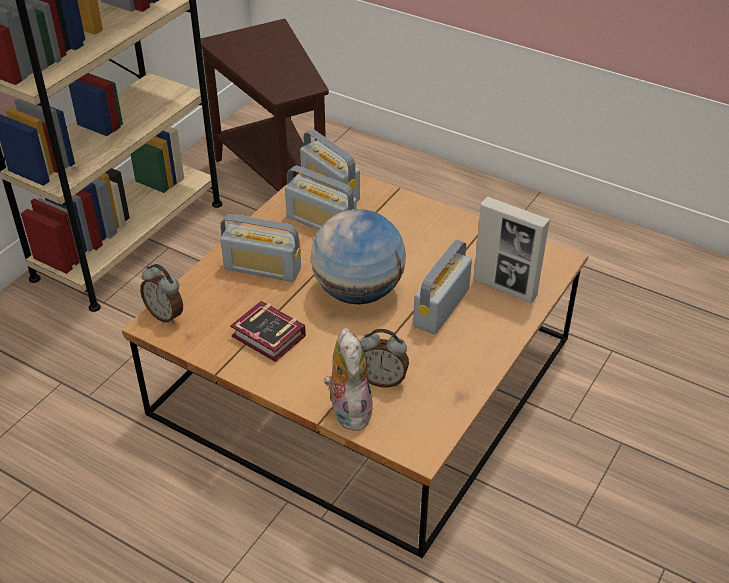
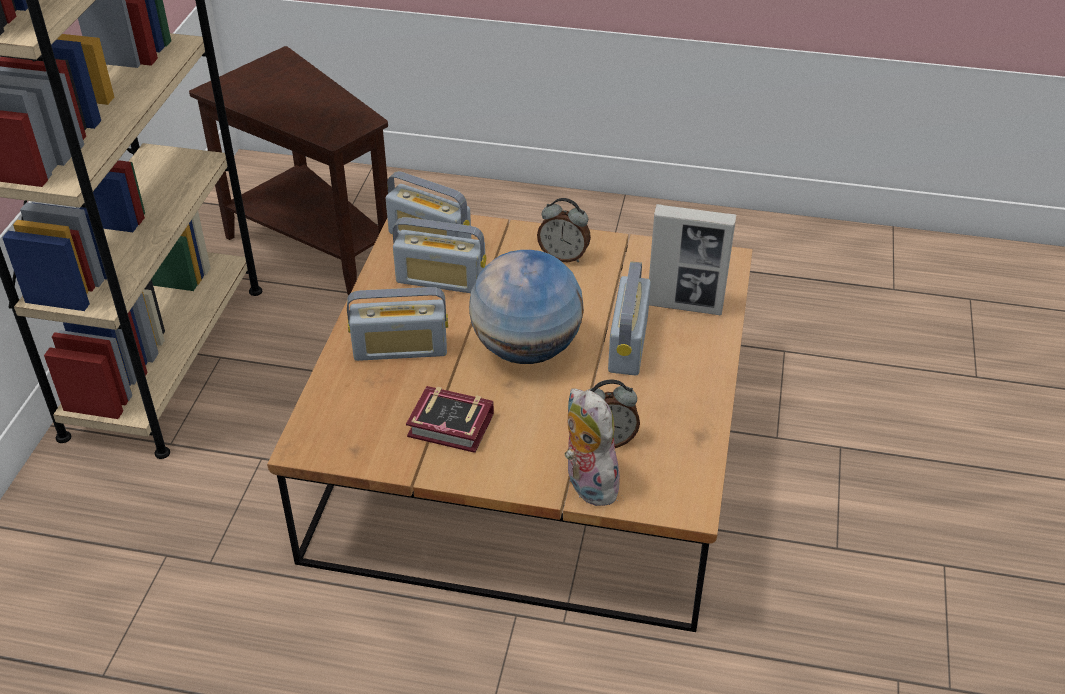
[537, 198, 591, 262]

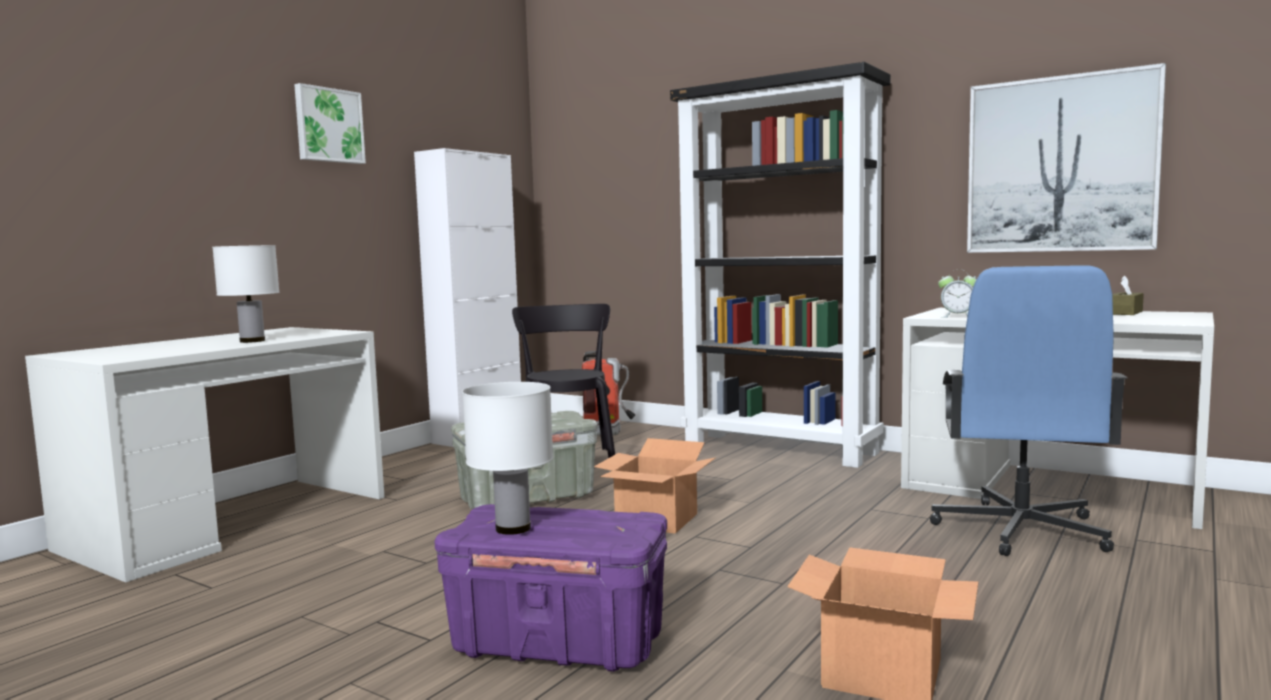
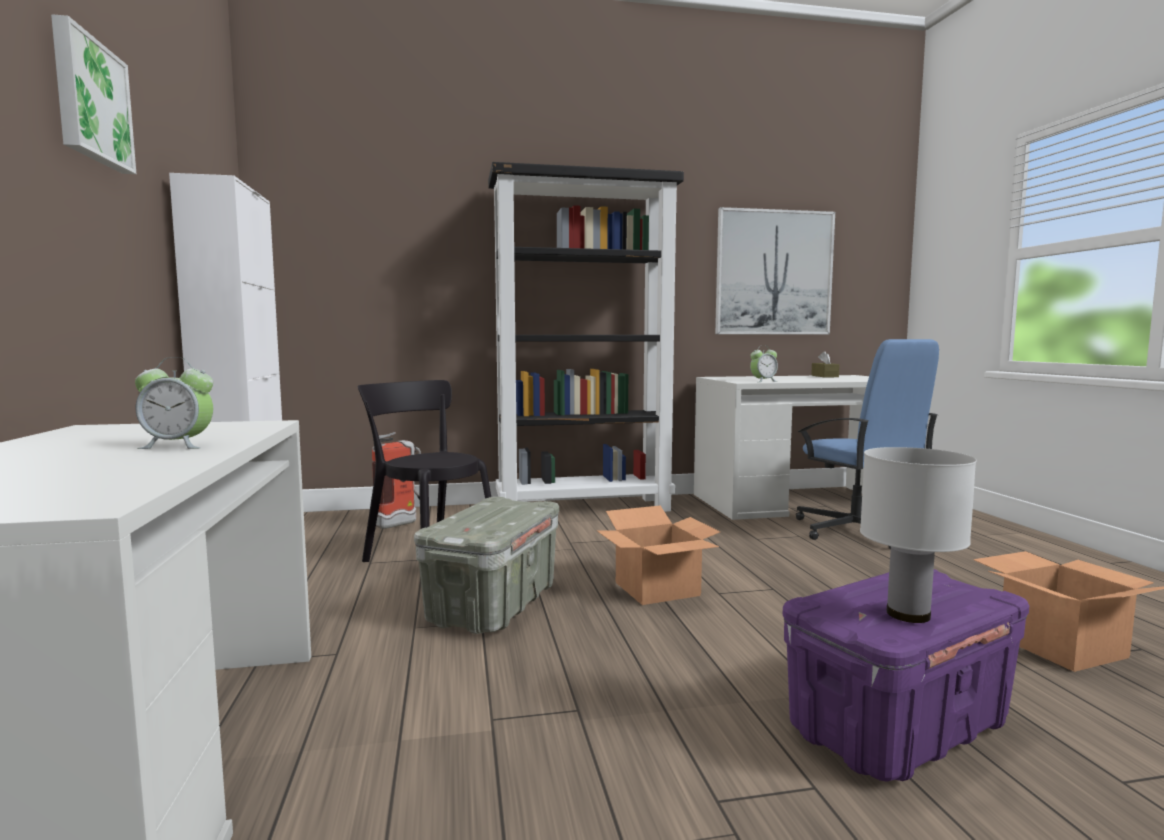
[135, 357, 213, 449]

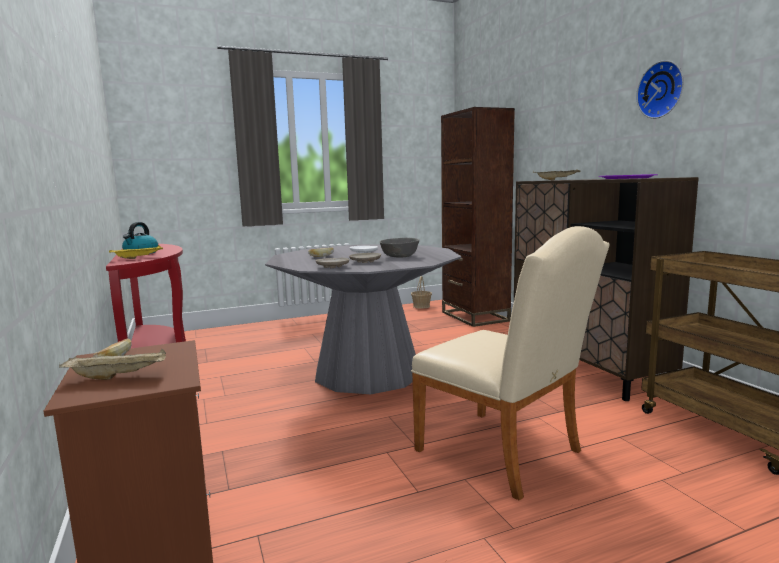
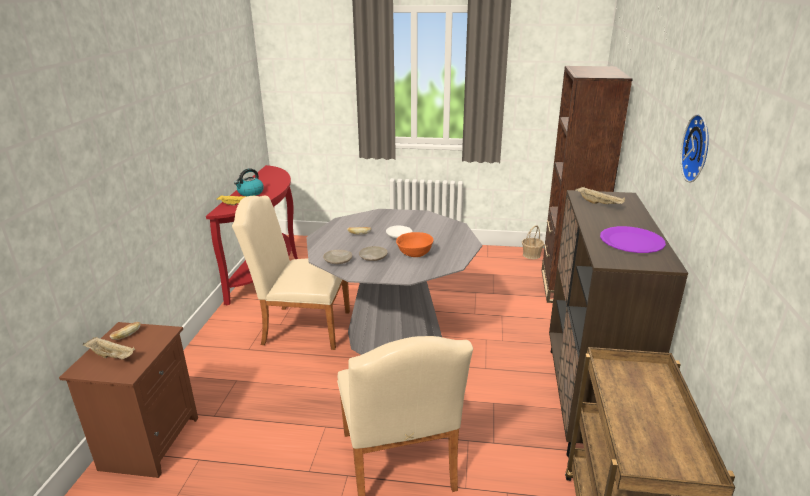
[232, 196, 350, 350]
[396, 232, 433, 257]

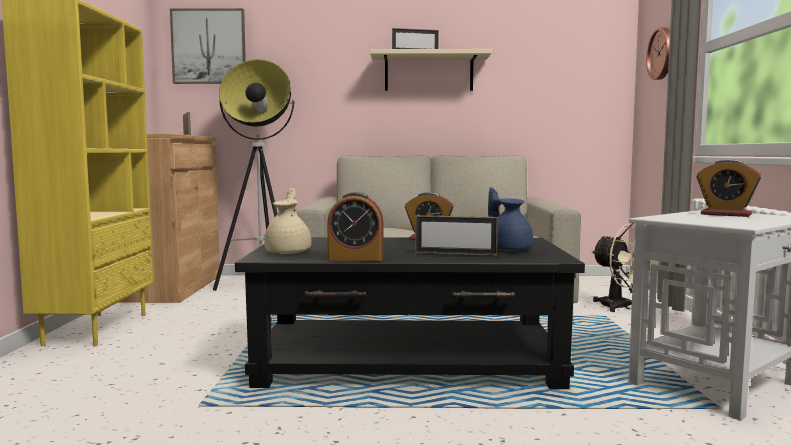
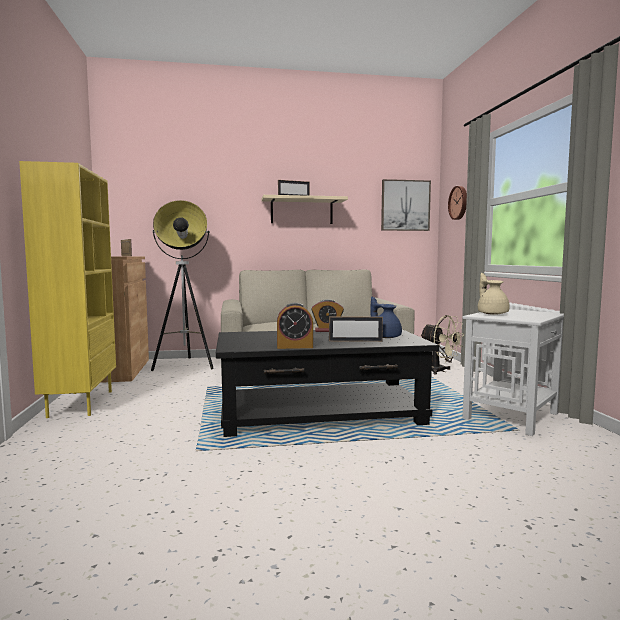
[696, 159, 762, 217] (first image)
[381, 179, 431, 231]
[478, 273, 510, 315]

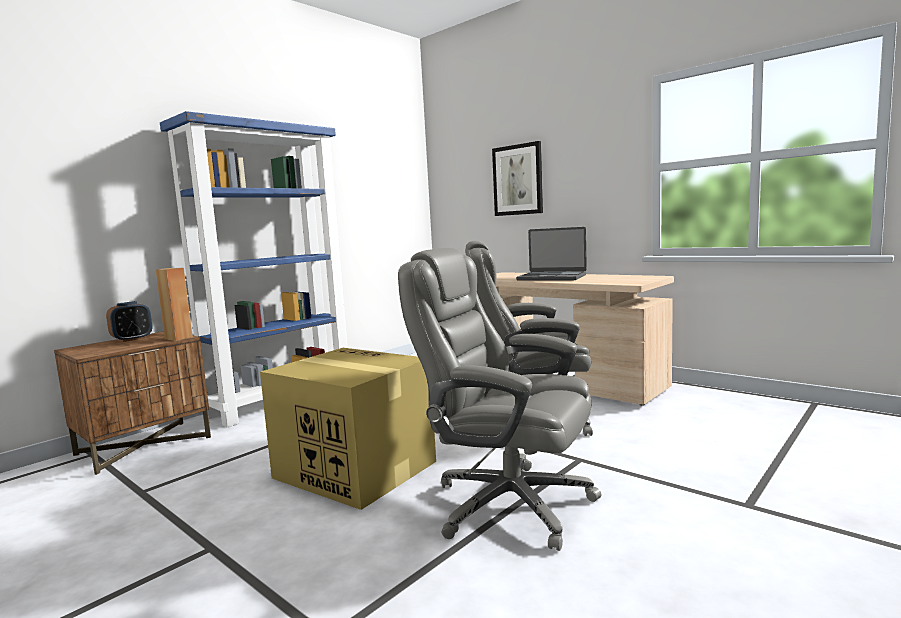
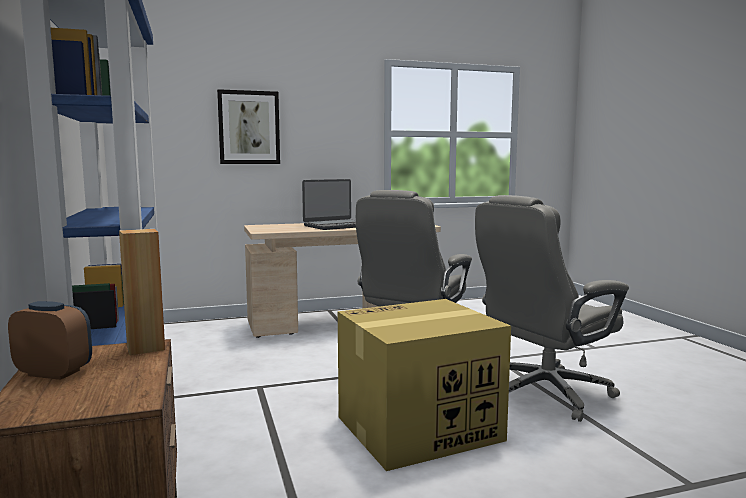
[8, 301, 92, 380]

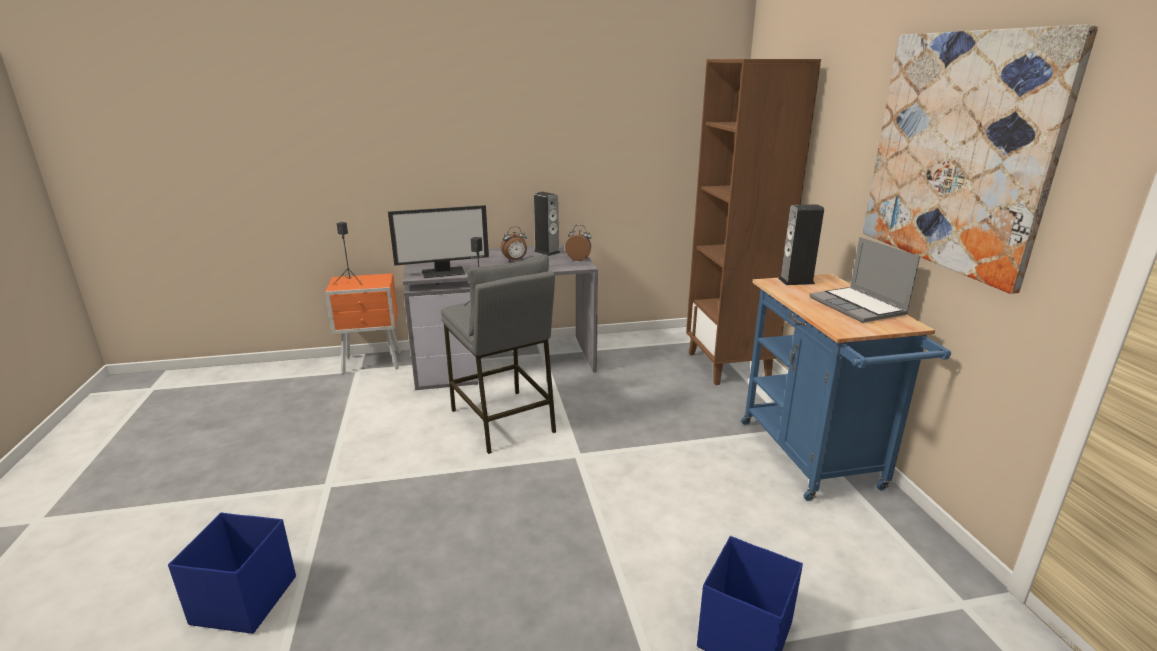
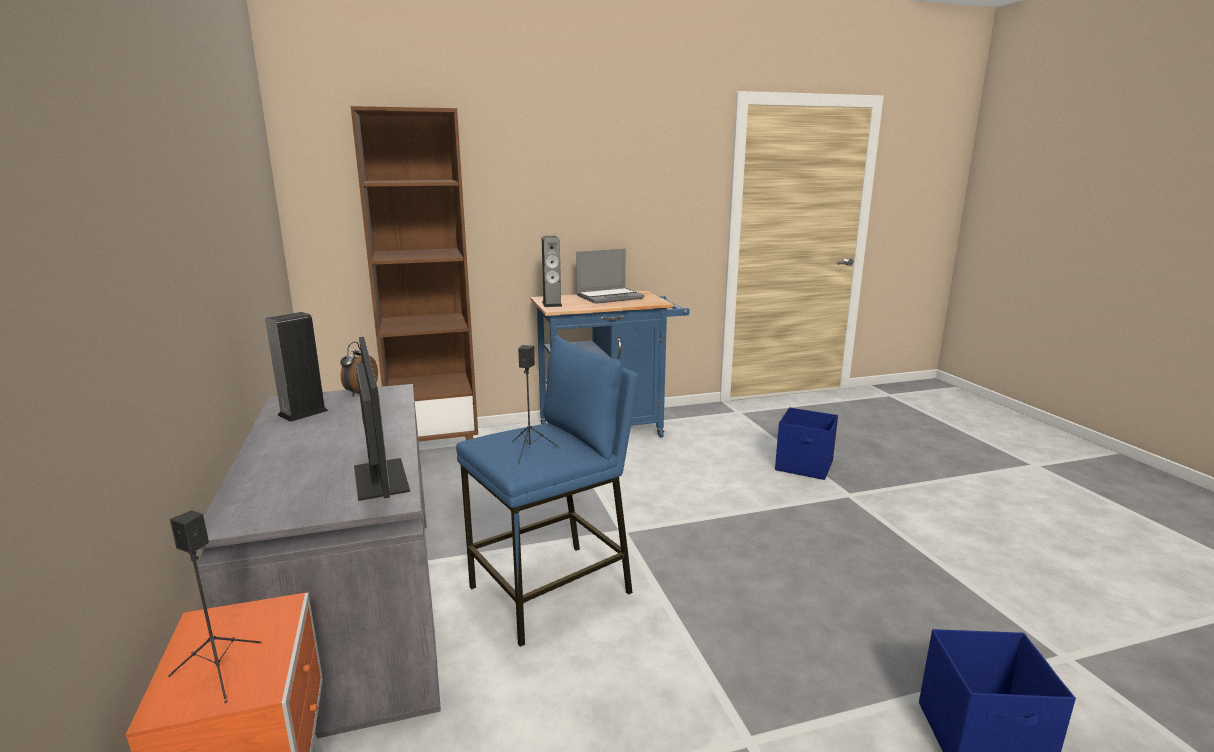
[501, 226, 527, 261] (first image)
[863, 24, 1098, 294] (first image)
[456, 335, 639, 647]

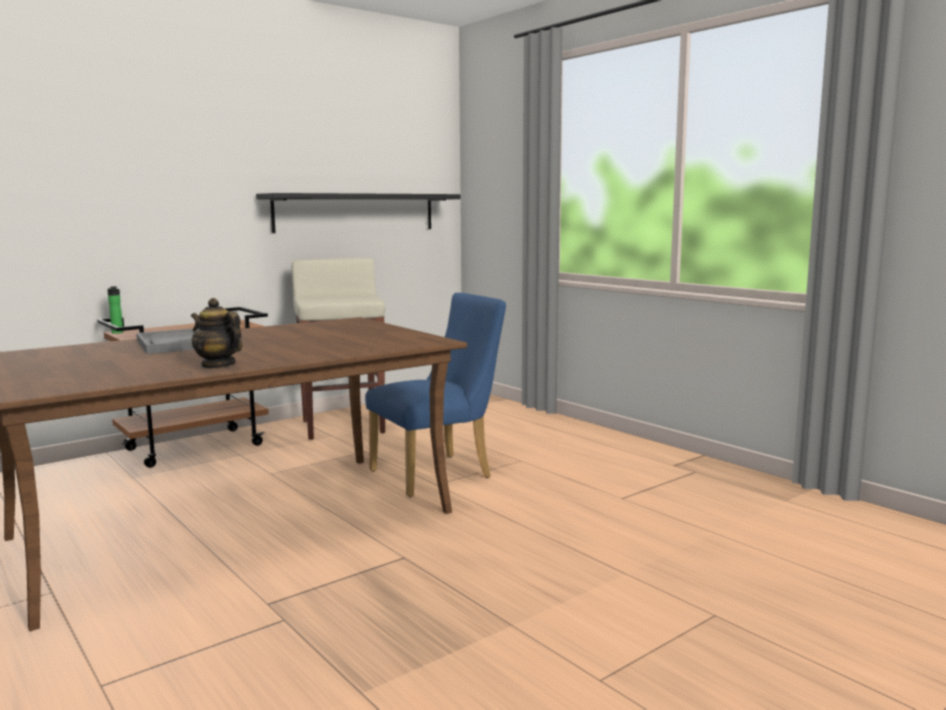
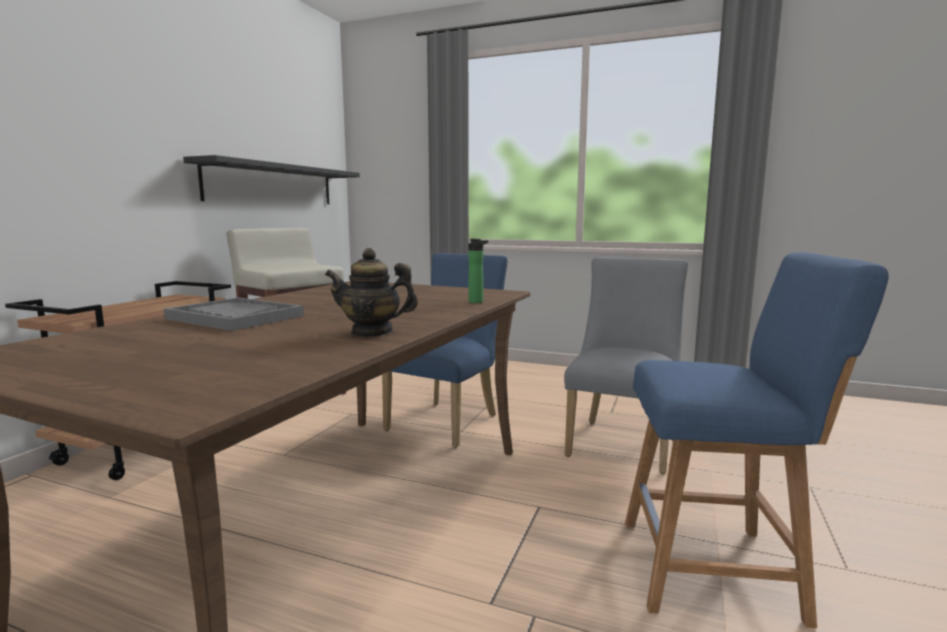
[564, 257, 688, 474]
[625, 252, 889, 628]
[468, 239, 489, 303]

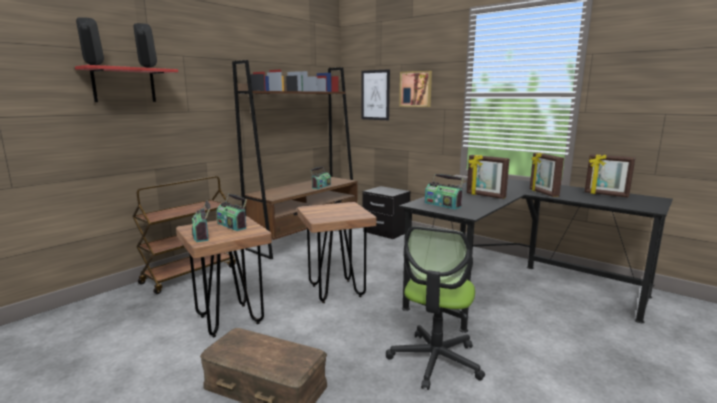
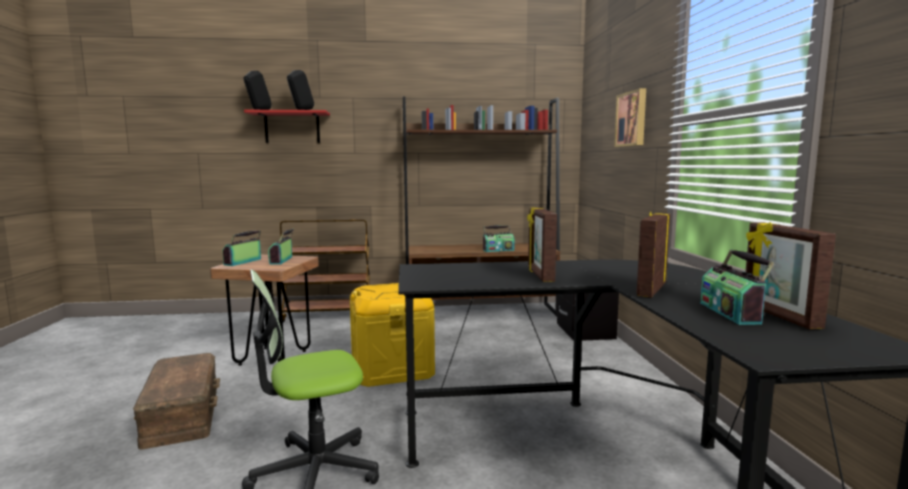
[361, 69, 390, 120] (first image)
[700, 249, 774, 325]
[350, 283, 435, 387]

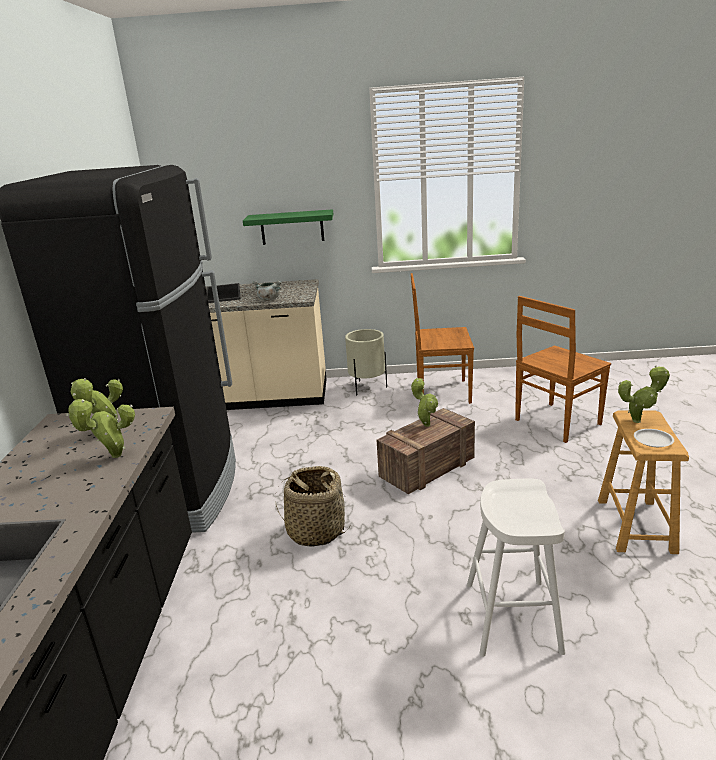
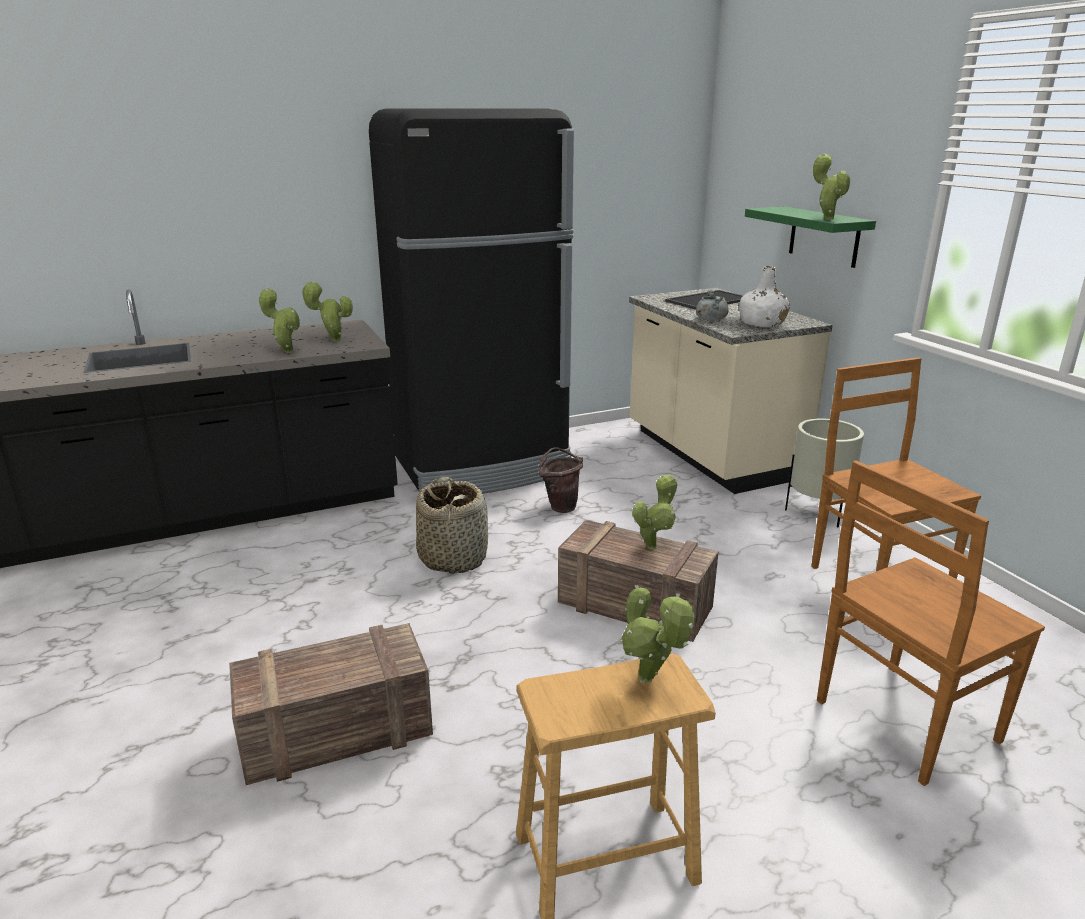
[634, 429, 674, 447] (first image)
[539, 447, 583, 513]
[739, 266, 790, 327]
[813, 153, 850, 220]
[229, 623, 433, 785]
[817, 461, 1045, 786]

